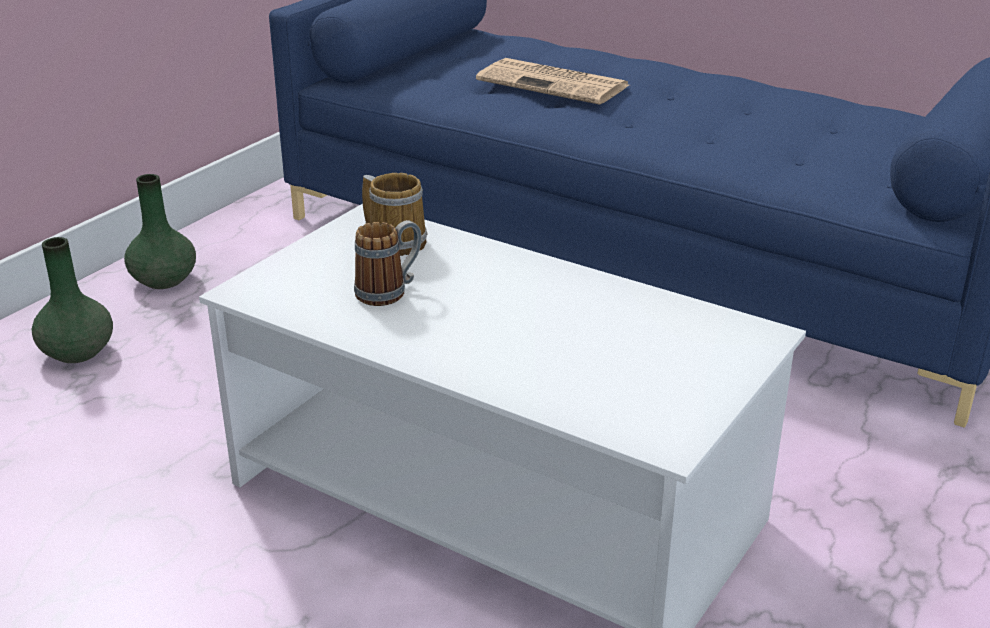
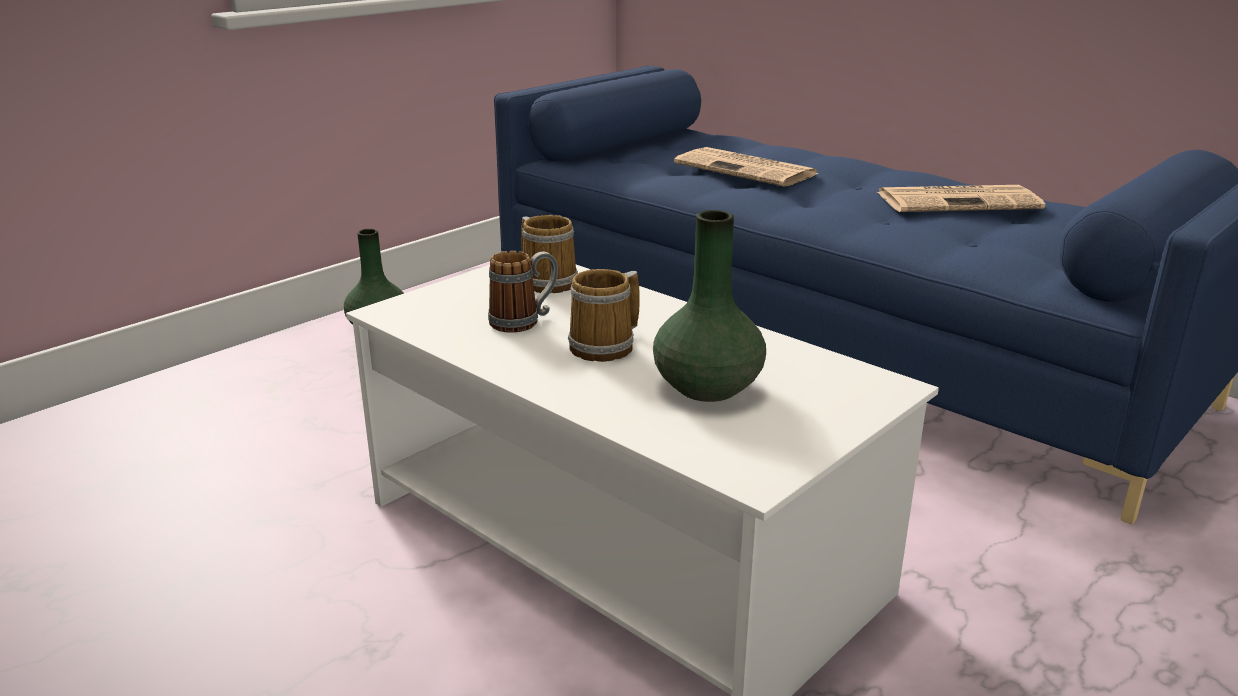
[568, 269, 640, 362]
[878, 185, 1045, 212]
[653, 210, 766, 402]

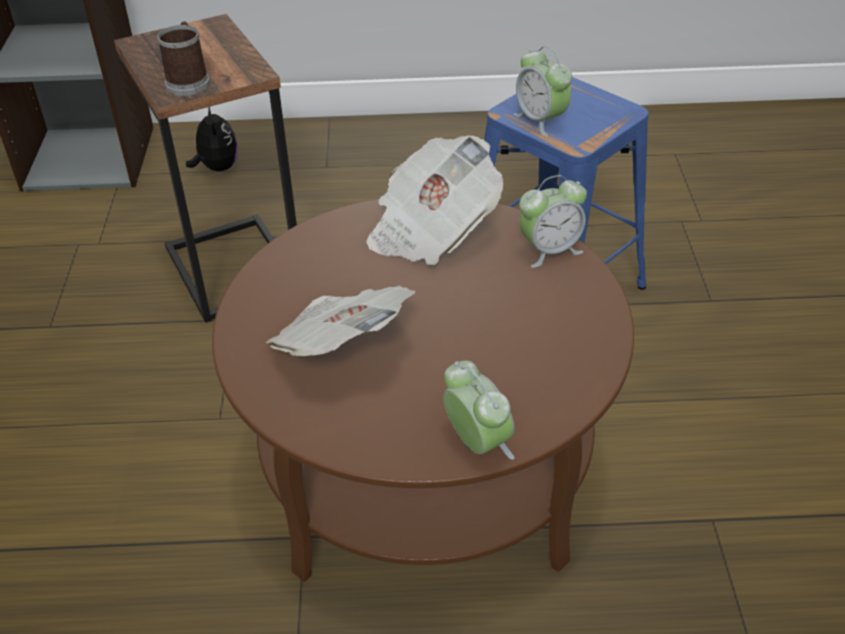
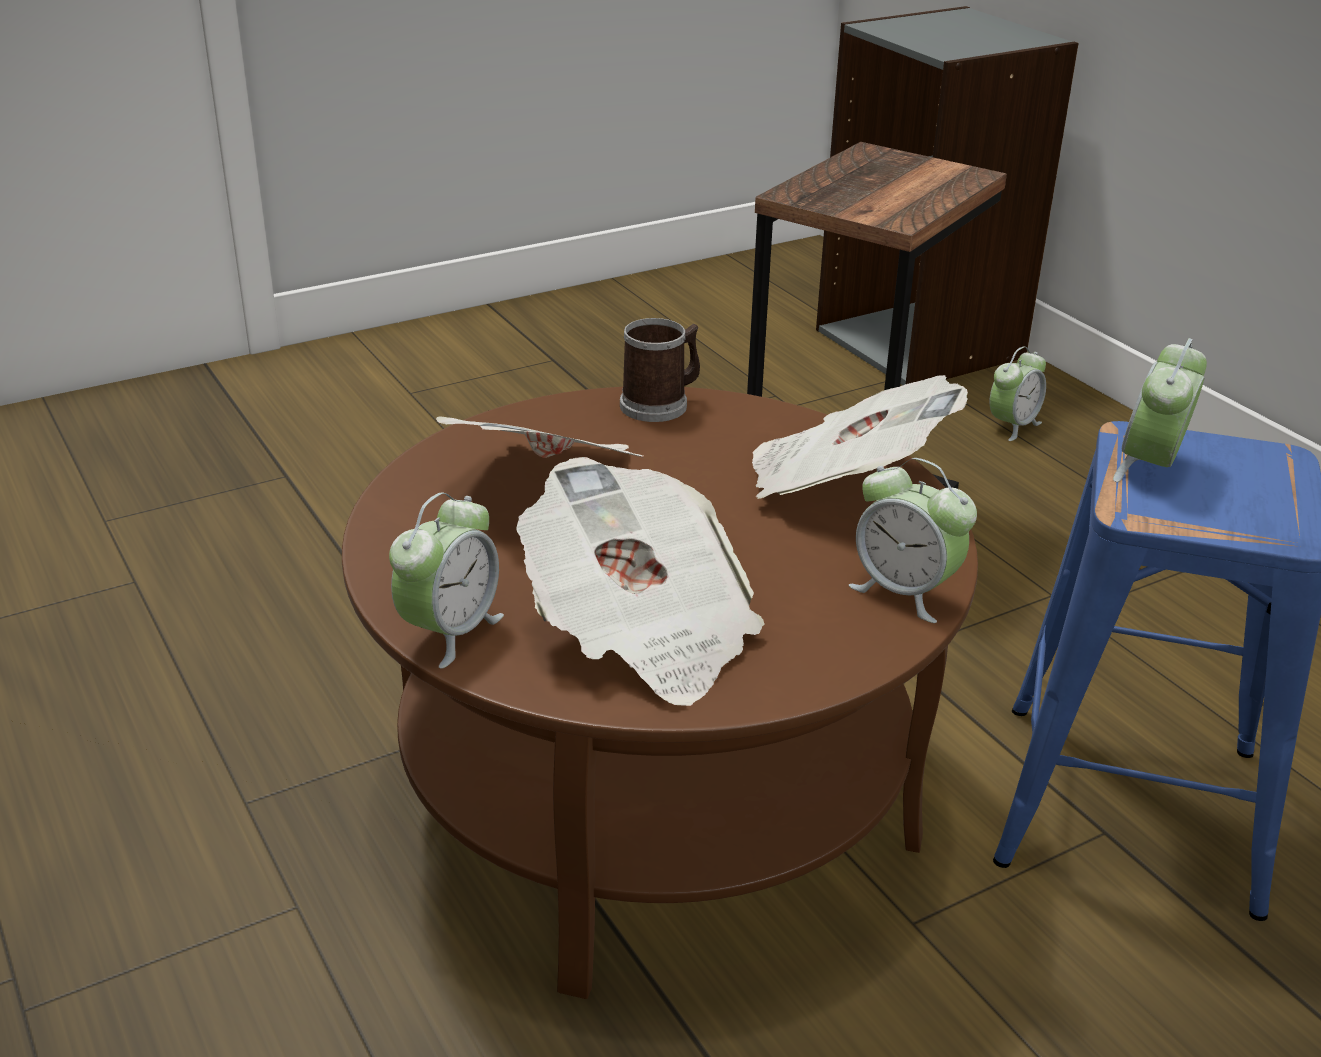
[516, 457, 764, 706]
[620, 318, 700, 422]
[989, 346, 1046, 441]

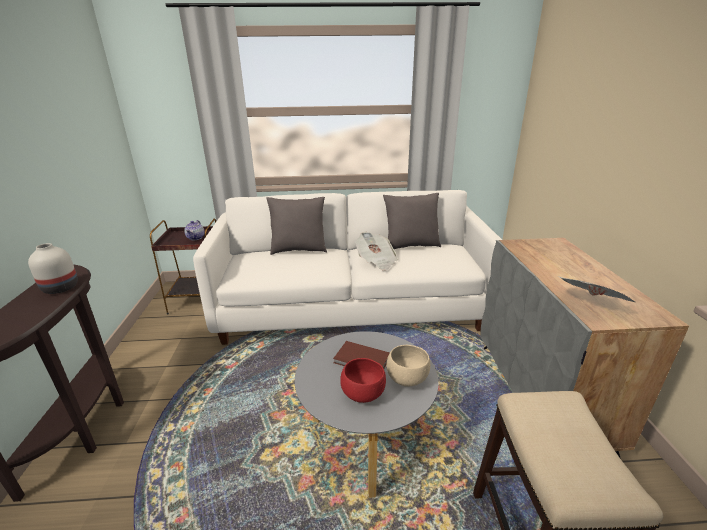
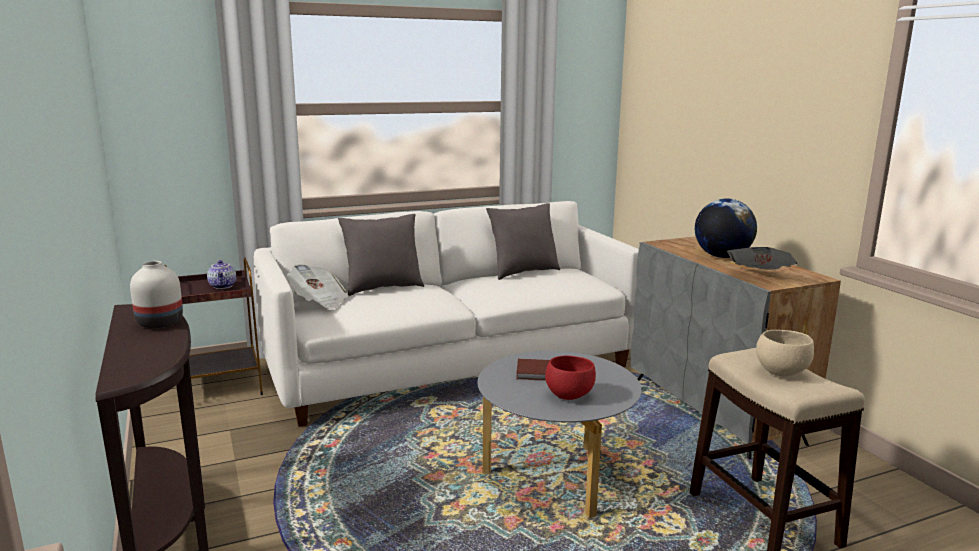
[695, 198, 757, 258]
[287, 264, 349, 309]
[756, 330, 814, 377]

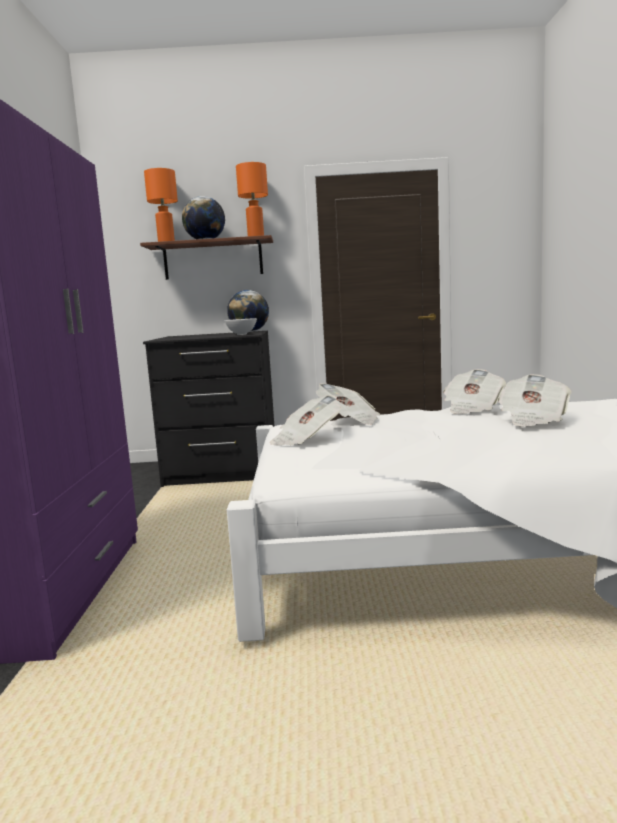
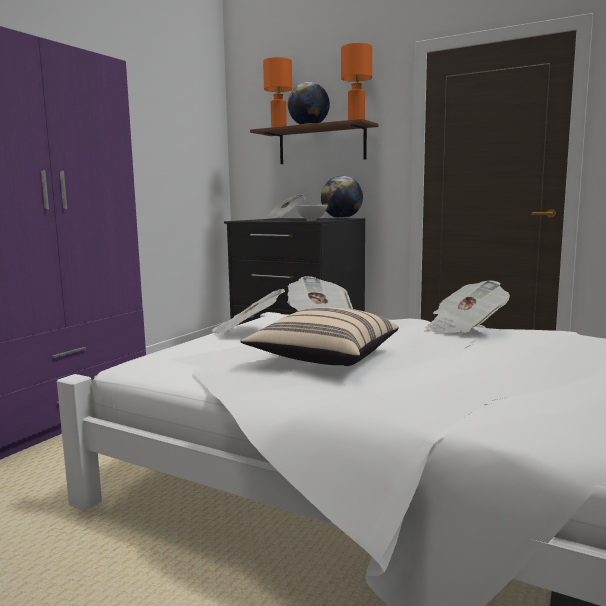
[241, 307, 399, 366]
[264, 194, 306, 219]

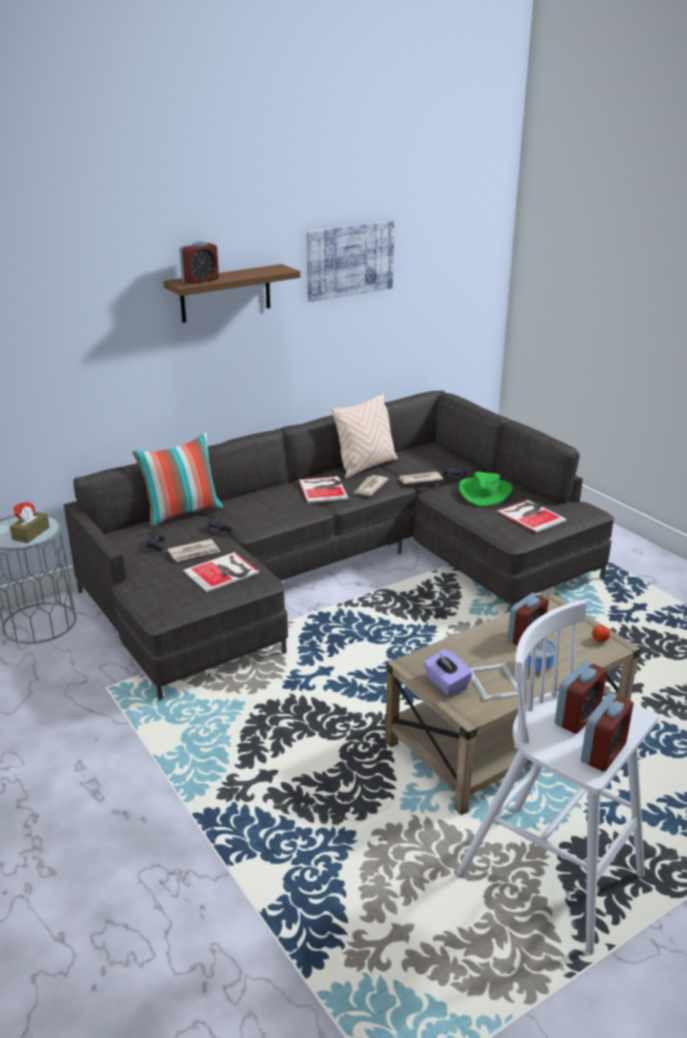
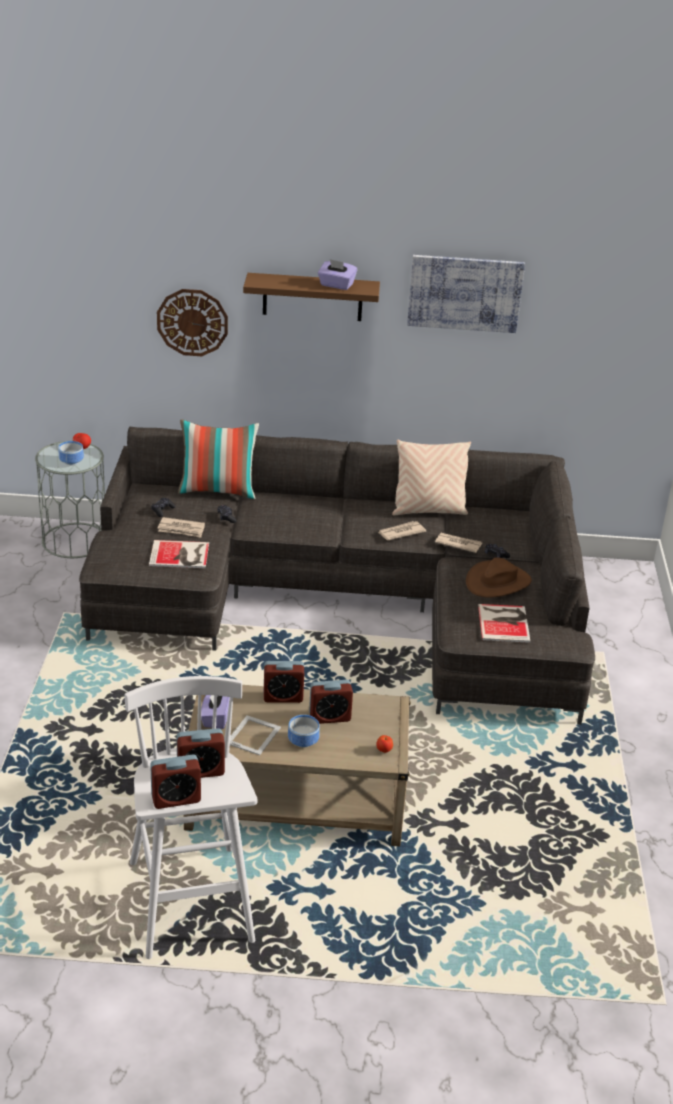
[299, 476, 348, 503] (first image)
[157, 289, 228, 356]
[318, 259, 357, 290]
[264, 661, 304, 703]
[58, 441, 84, 465]
[466, 557, 532, 598]

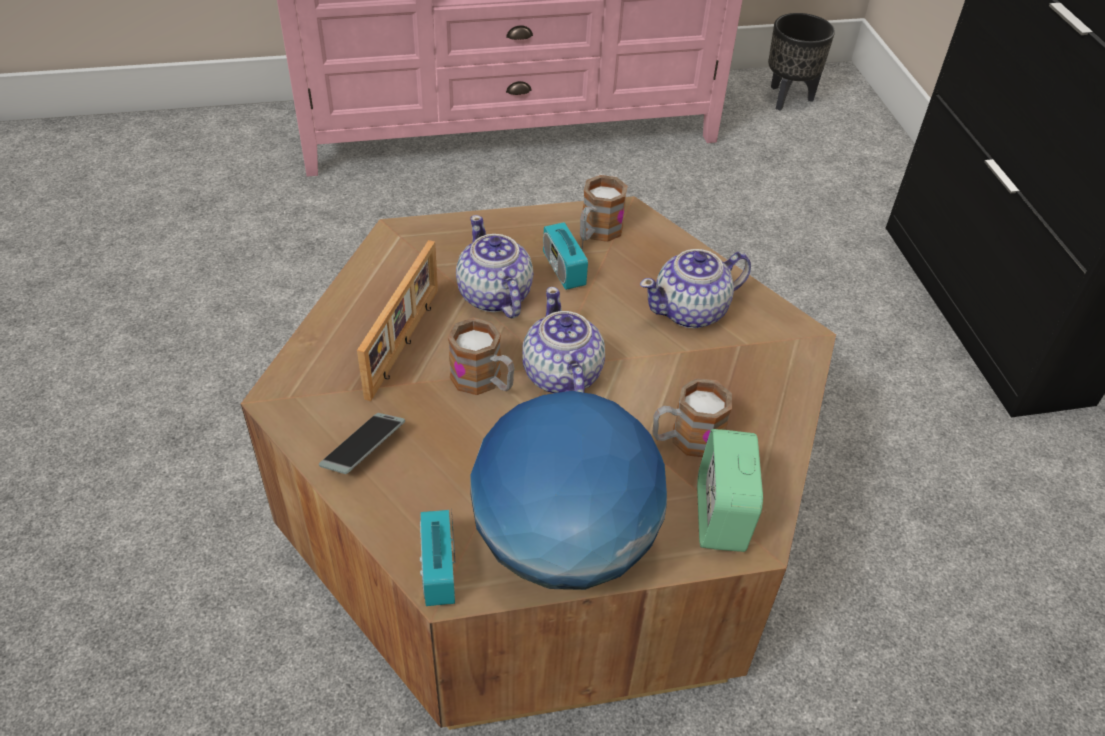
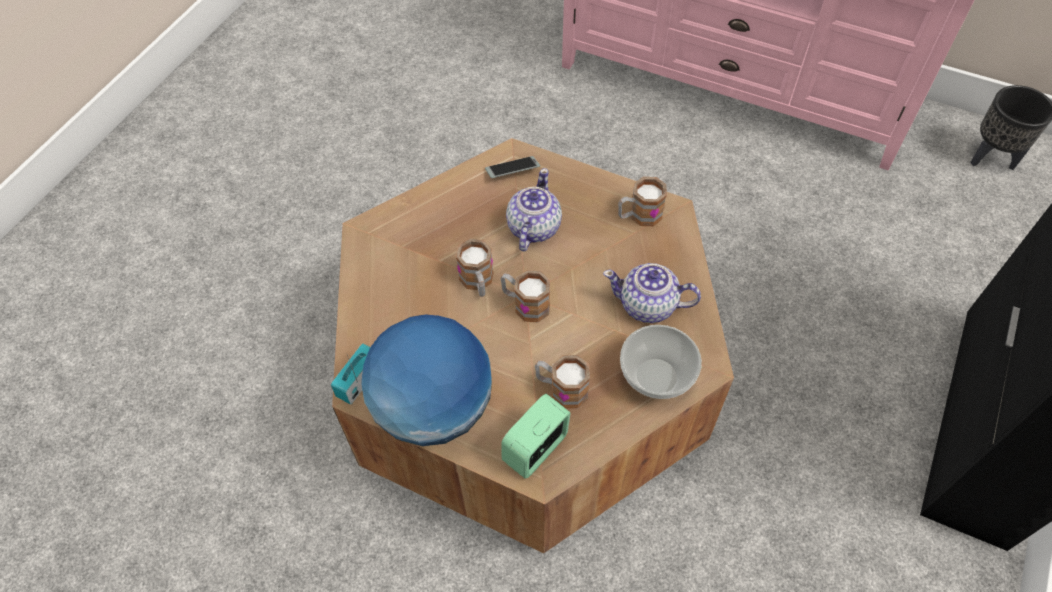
[357, 240, 438, 401] (first image)
[543, 203, 588, 290] (first image)
[620, 325, 702, 399]
[485, 156, 540, 178]
[501, 270, 550, 322]

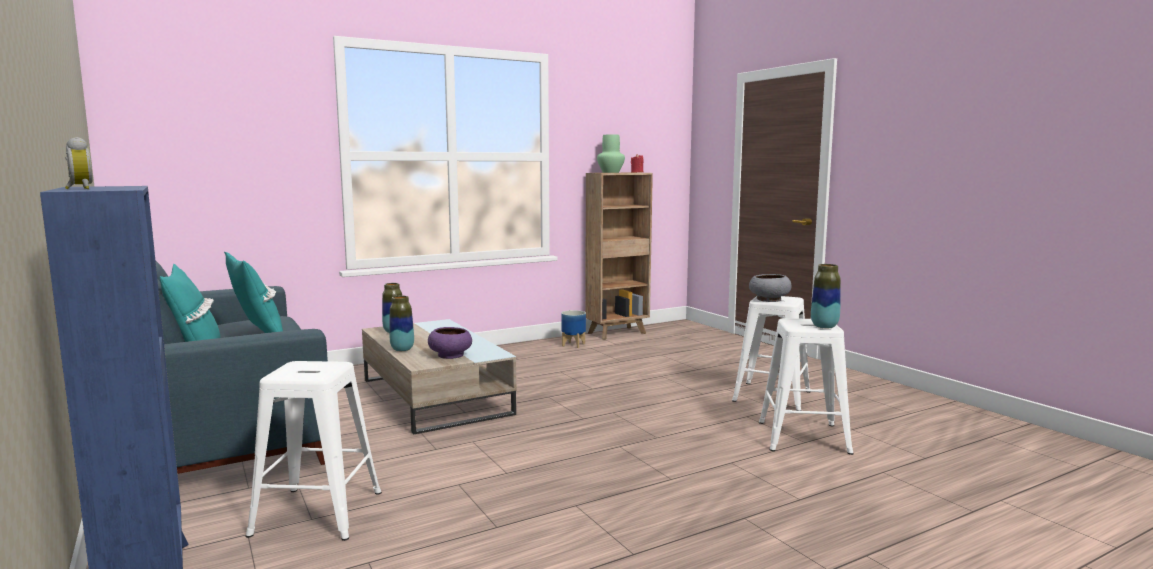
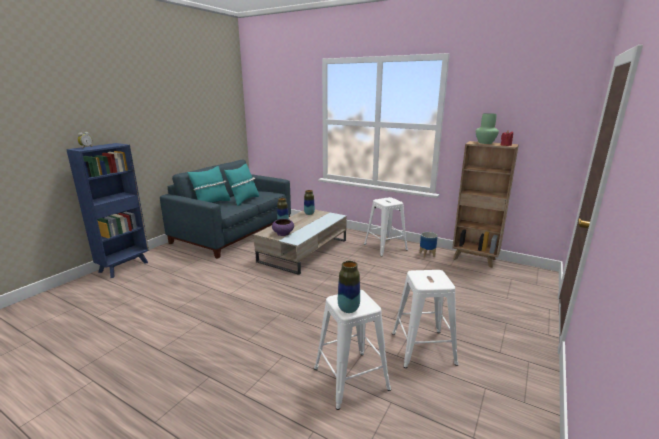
[749, 274, 792, 302] (first image)
[364, 197, 408, 257]

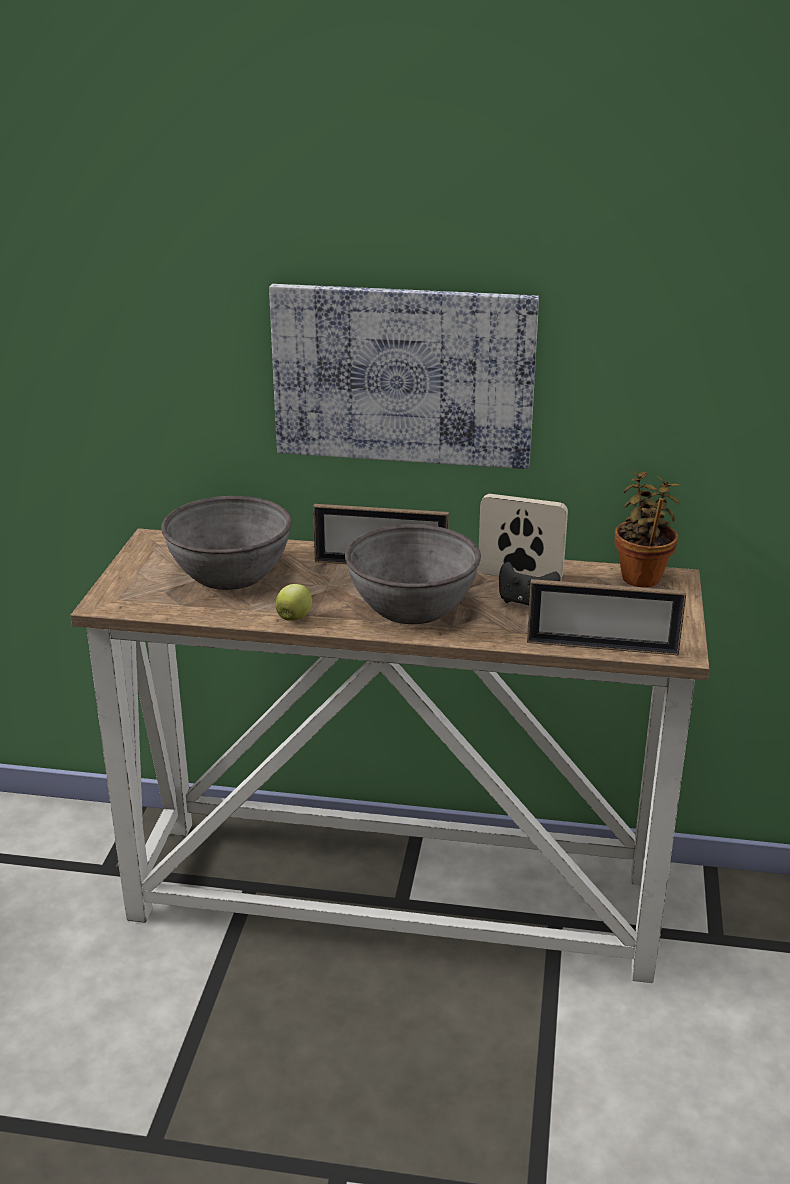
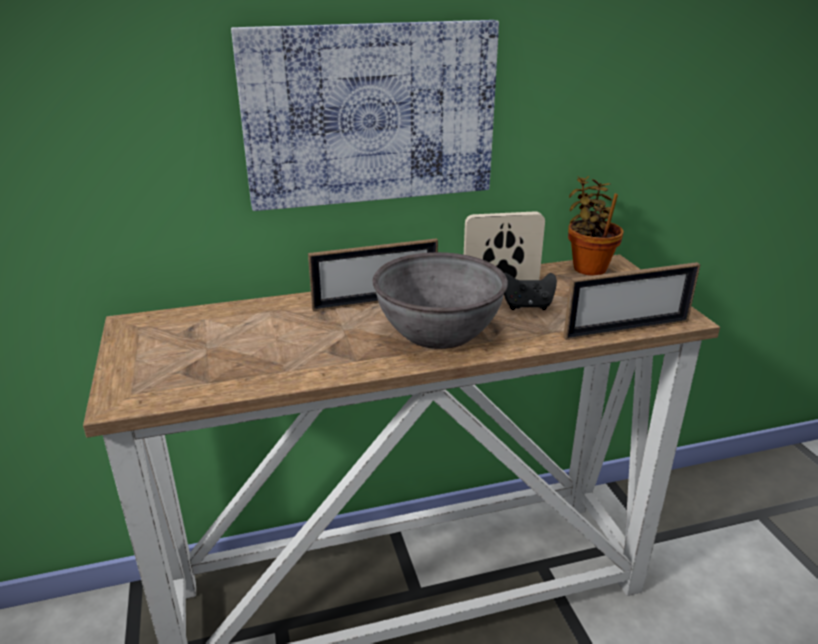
[161, 496, 292, 590] (first image)
[275, 584, 312, 621] (first image)

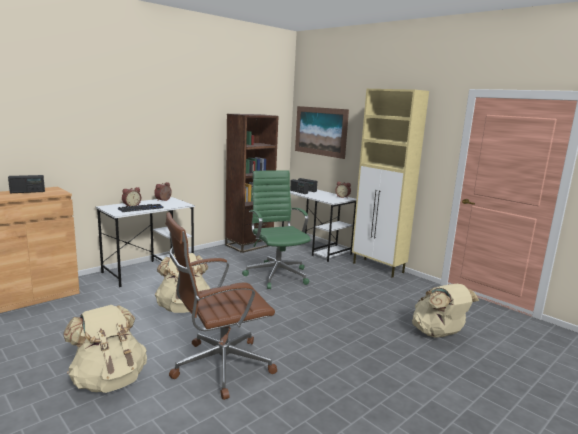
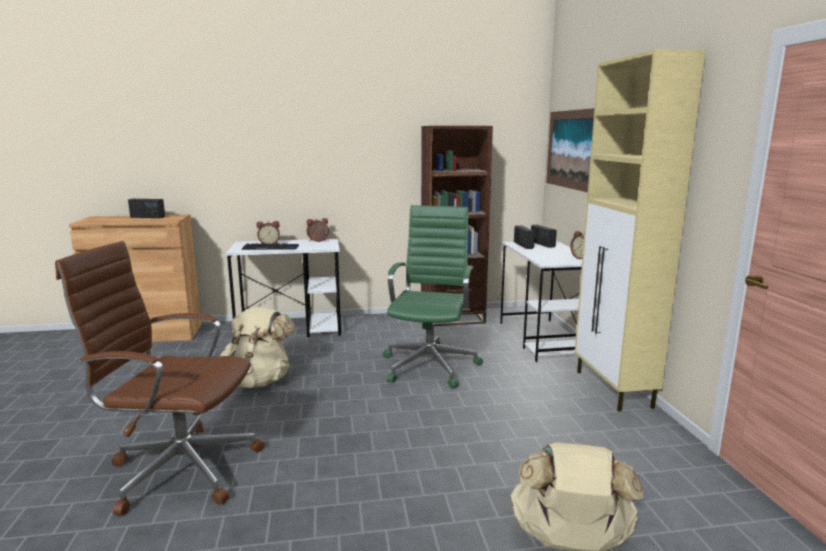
[63, 305, 147, 393] (first image)

